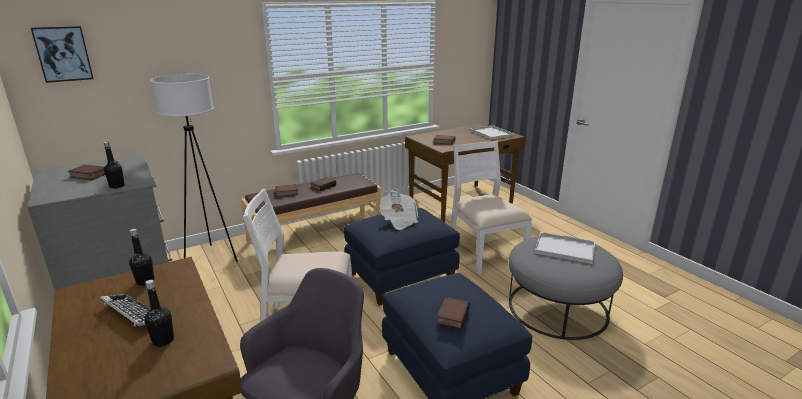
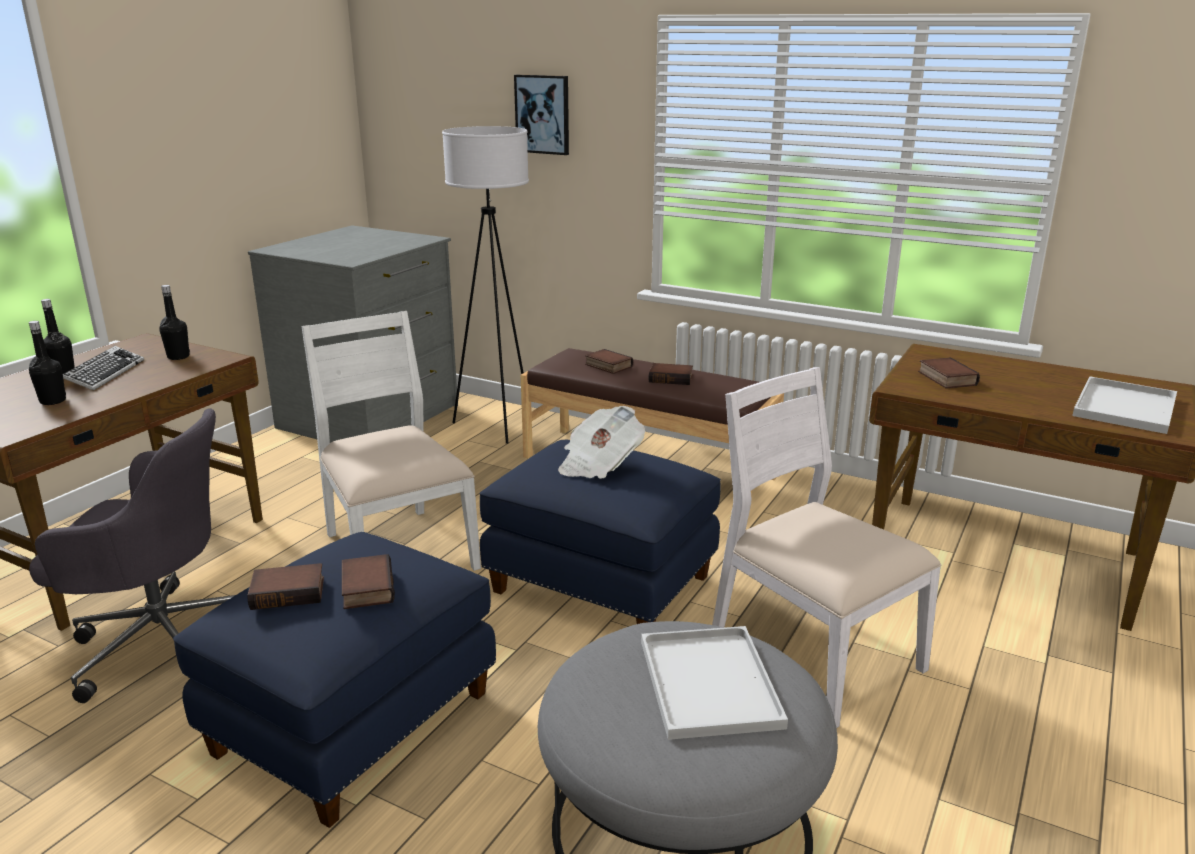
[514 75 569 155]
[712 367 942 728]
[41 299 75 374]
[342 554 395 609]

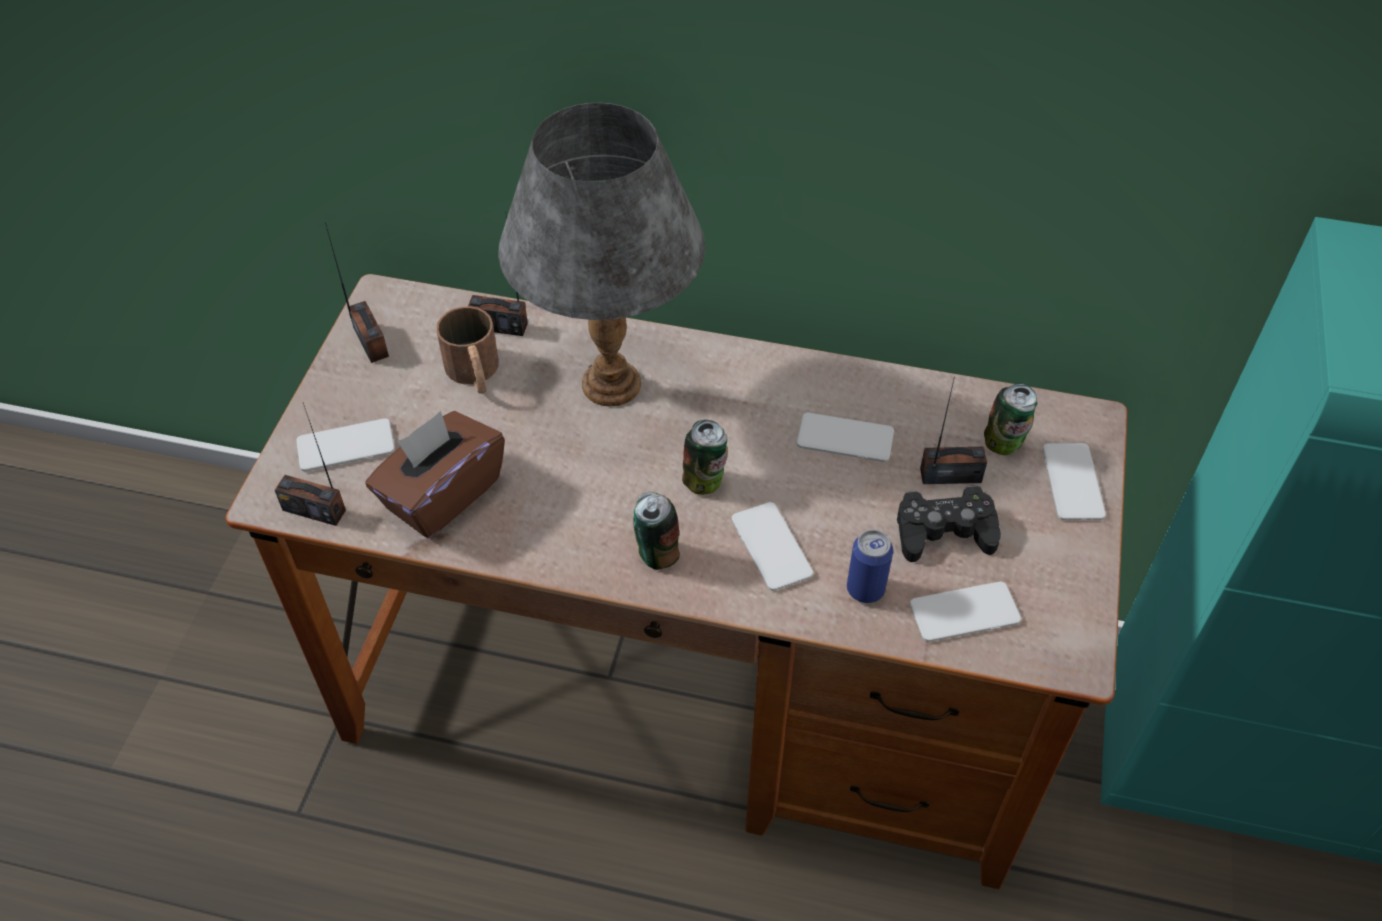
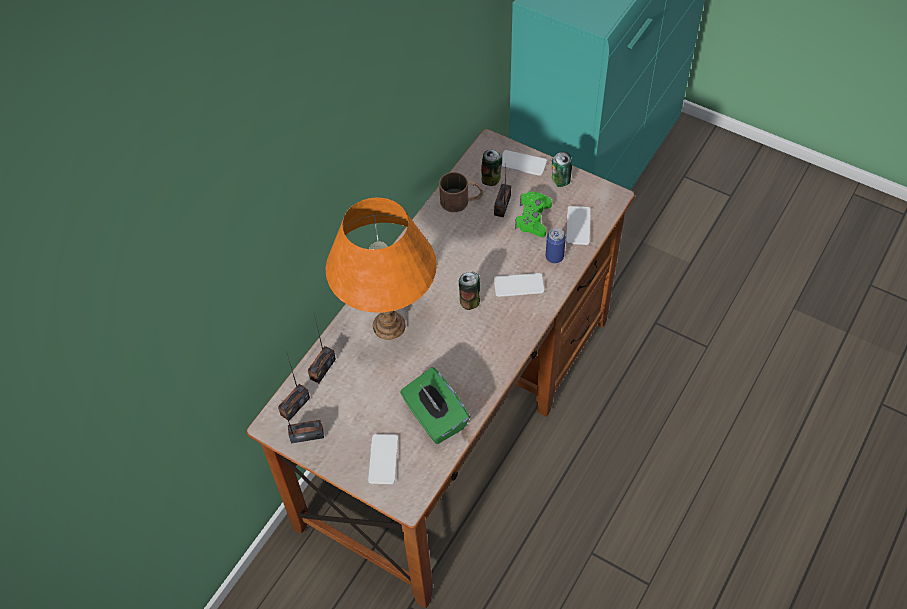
[325 198 437 340]
[439 172 483 212]
[278 354 310 421]
[400 367 470 444]
[797 412 894 462] (first image)
[515 191 552 237]
[552 152 572 187]

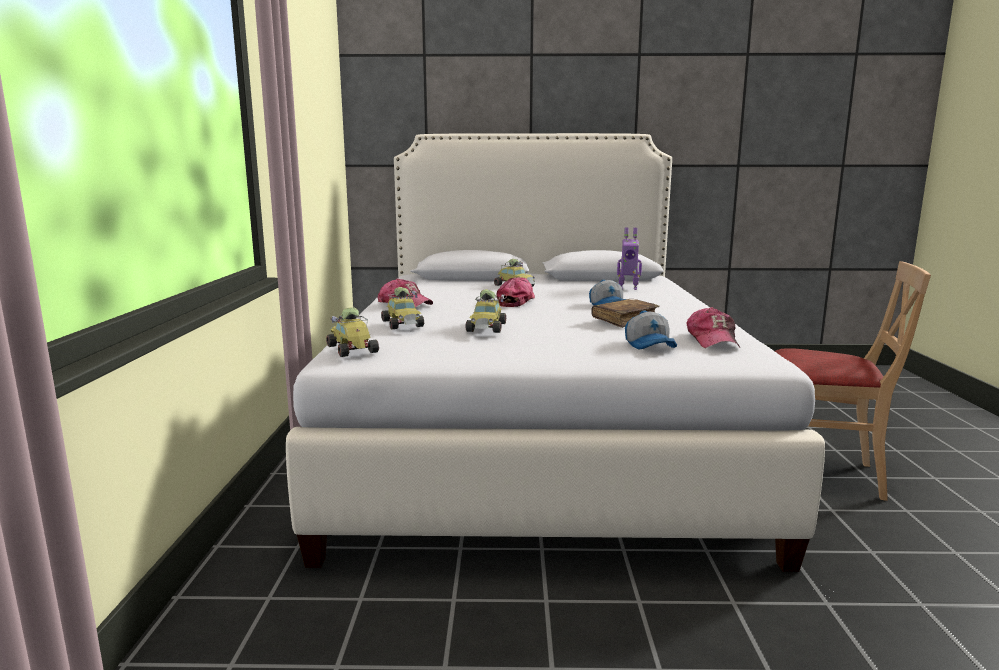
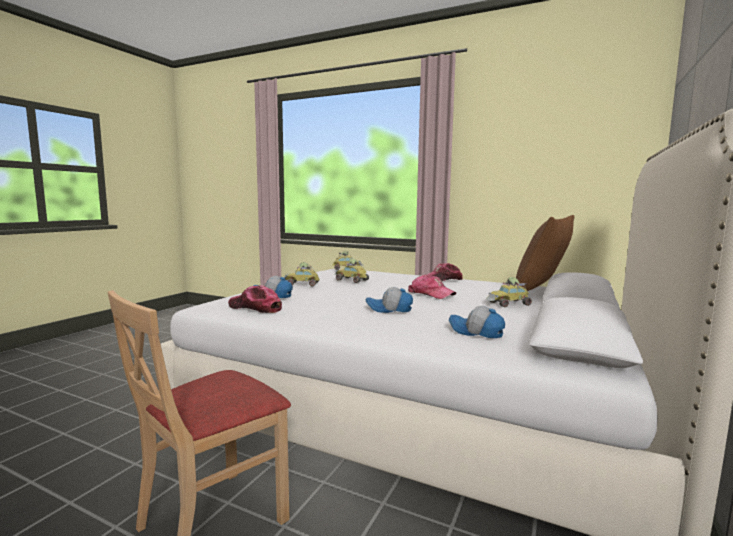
[449 306 505 338]
[284 262 320 287]
[591 299 660 328] (first image)
[515 215 574 291]

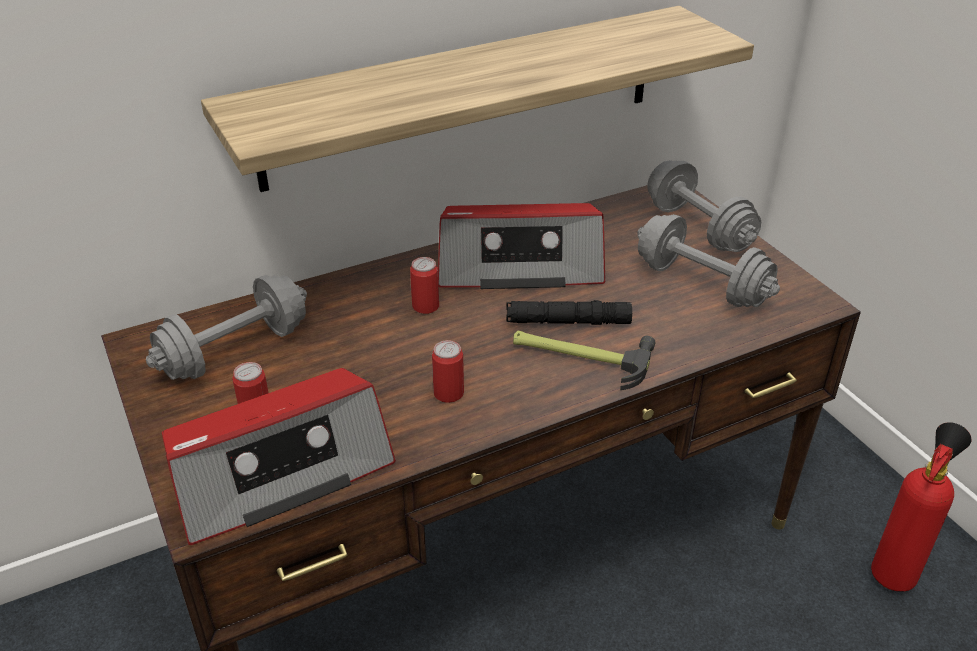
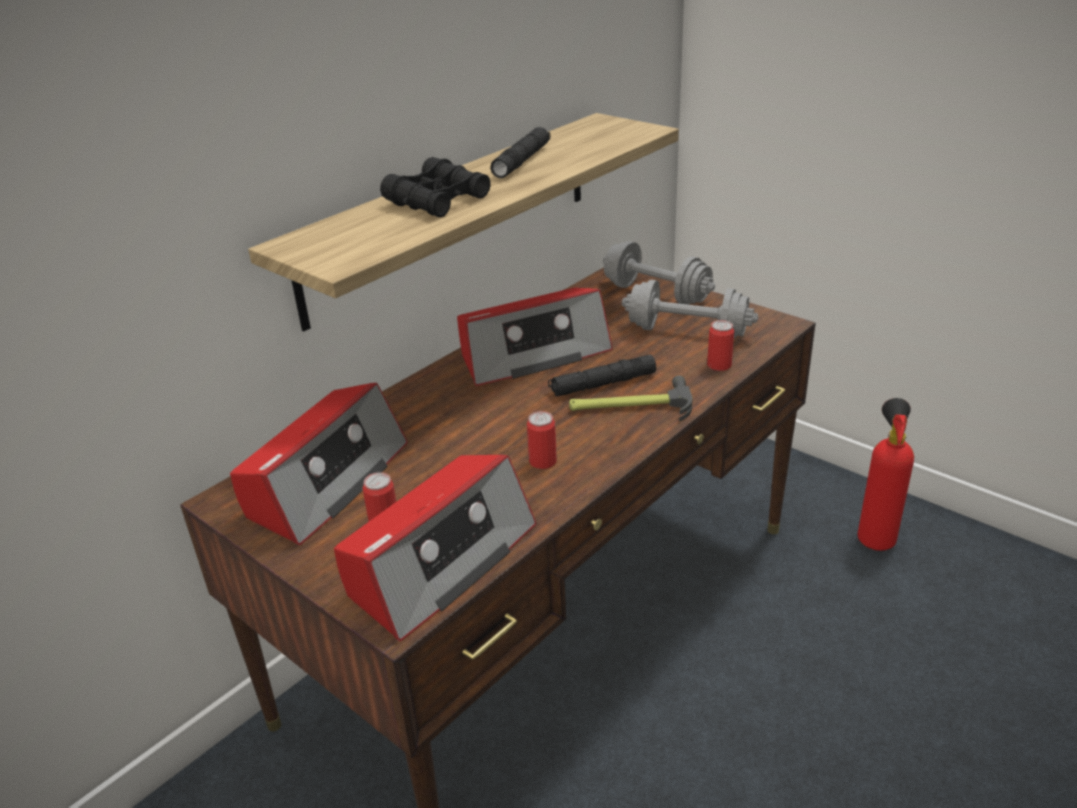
[707 320 734 371]
[230 383 408 545]
[490 127 551 178]
[380 157 491 218]

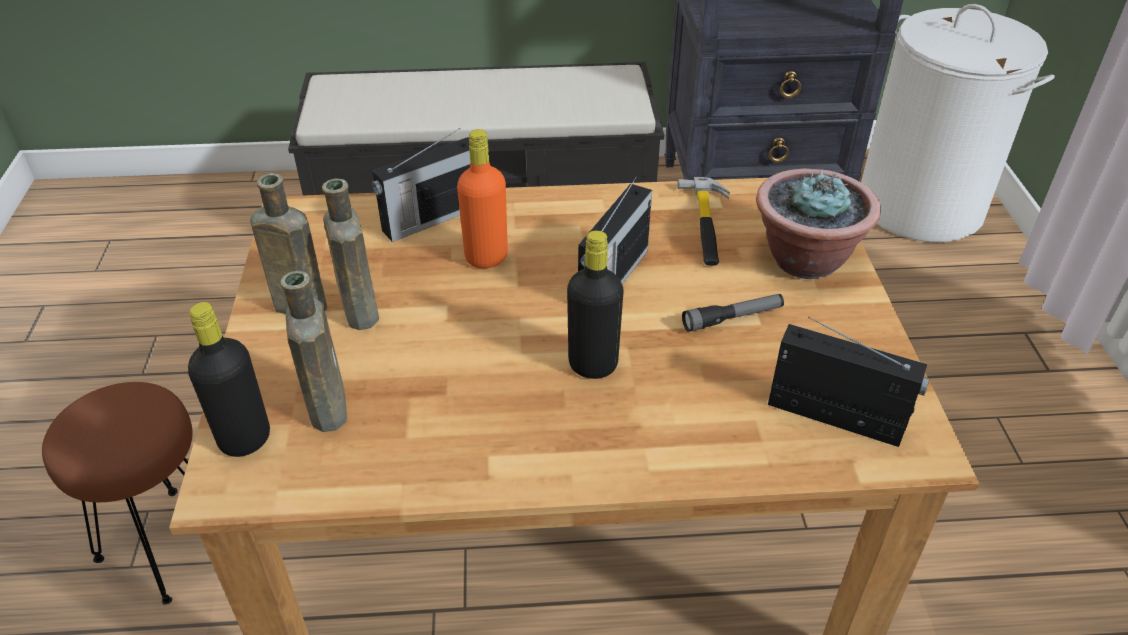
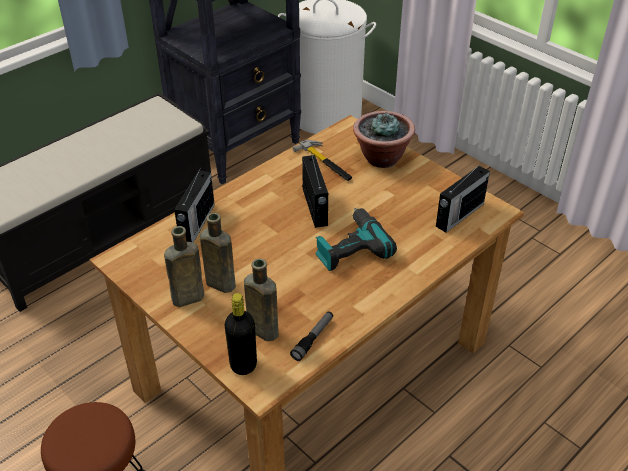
[457 129 508 268] (first image)
[315 208 397 271]
[290 311 333 361]
[436 162 490 233]

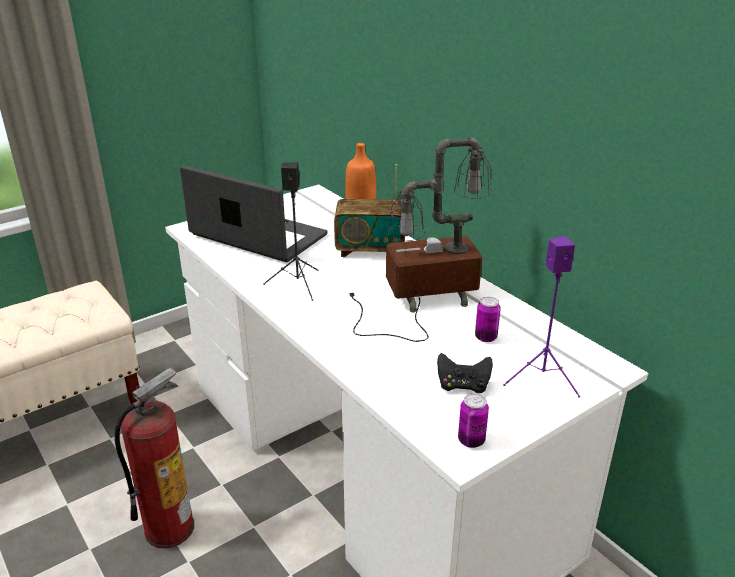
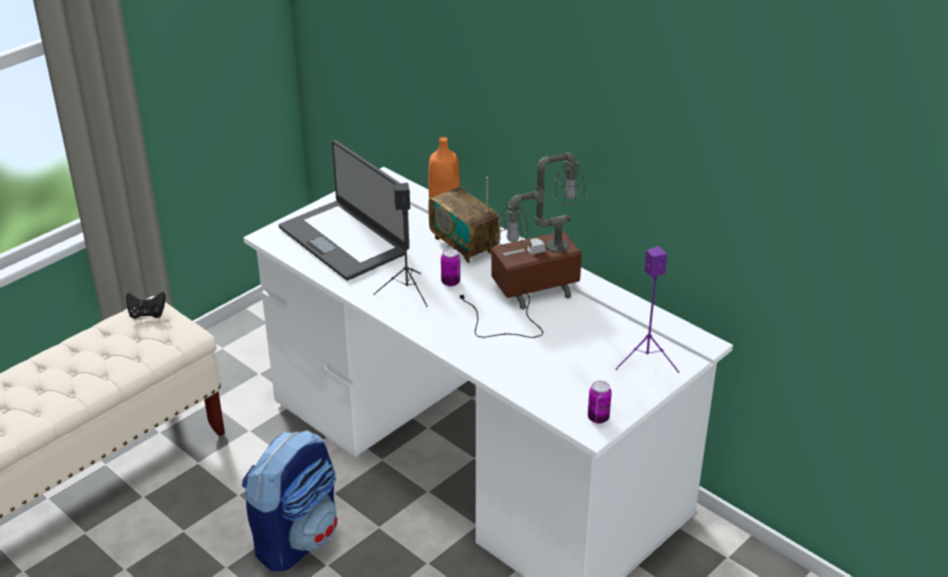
[428 177 500 263]
[279 140 409 281]
[441 248 460 287]
[126 291 166 319]
[242 430 337 572]

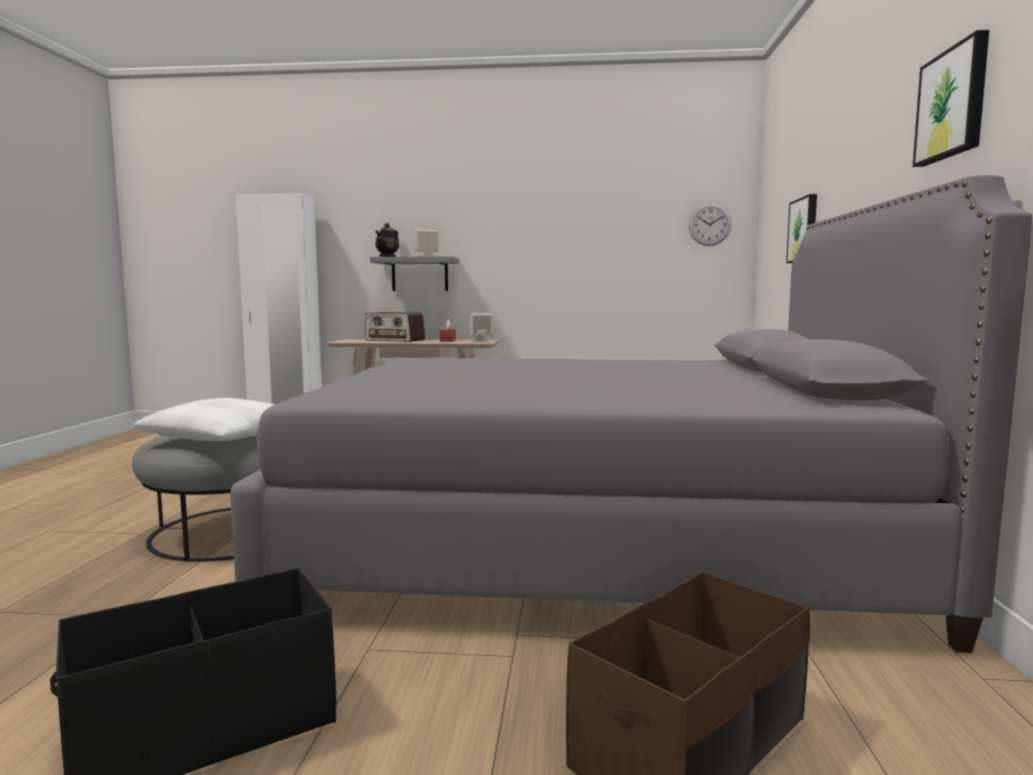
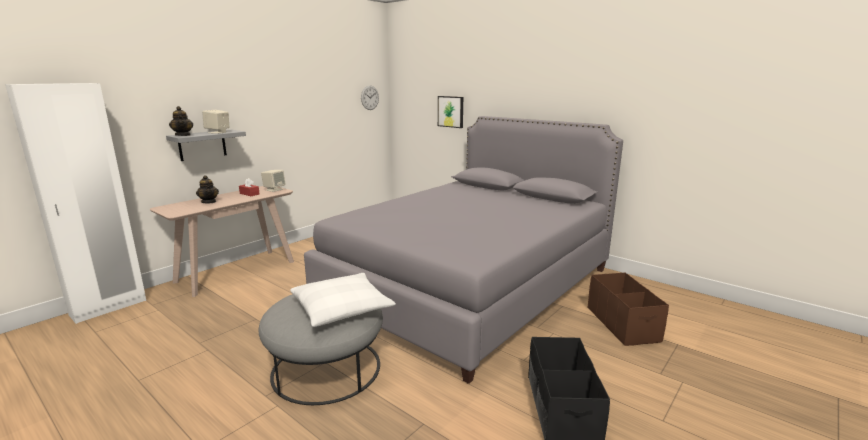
[913 30 989 167] (first image)
[196 175 219 203]

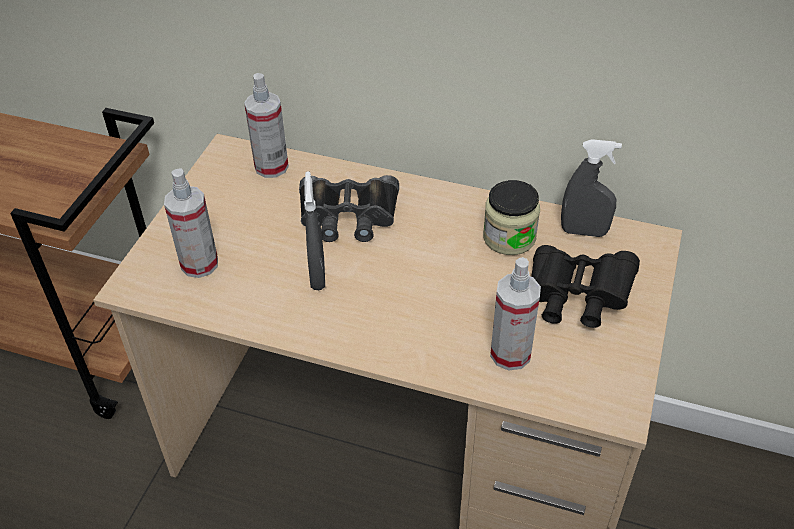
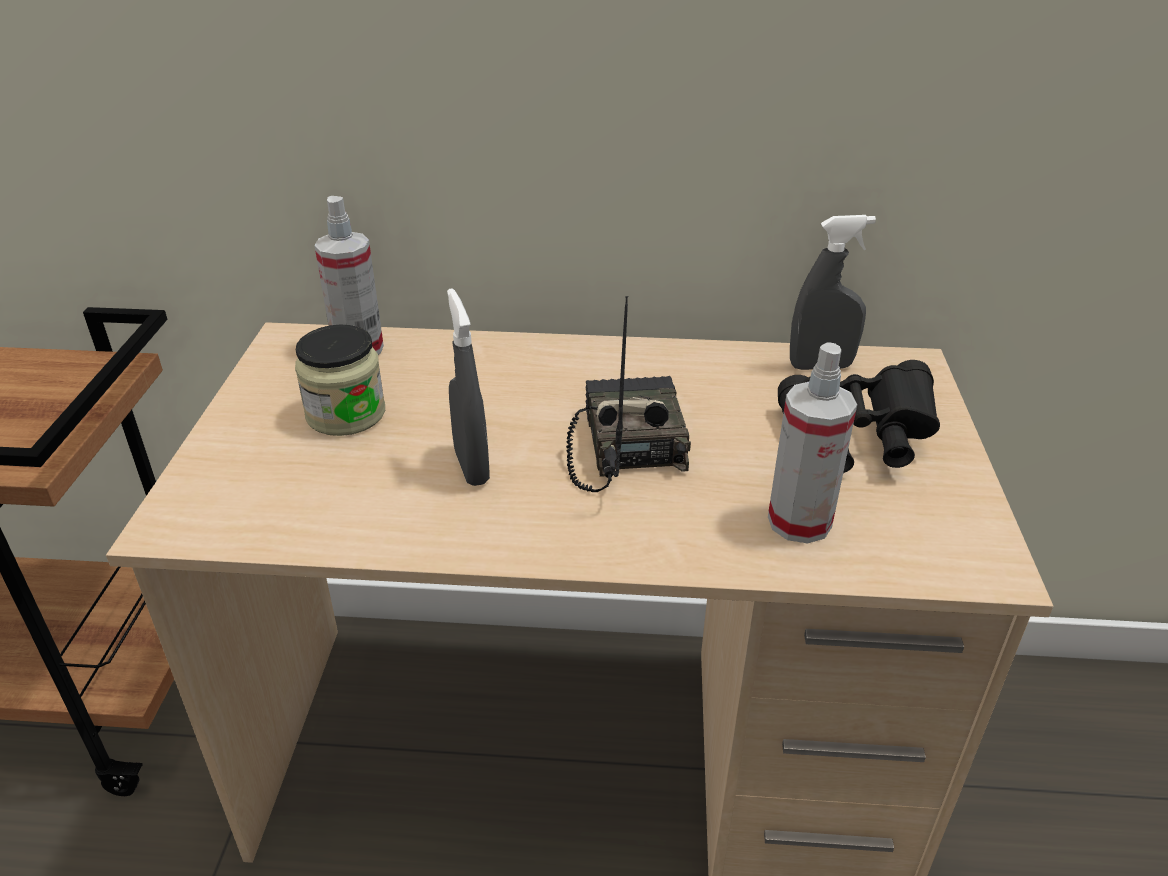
[164 169 218 278] (first image)
[299 175 399 242] (first image)
[295 325 385 436]
[566 296 691 492]

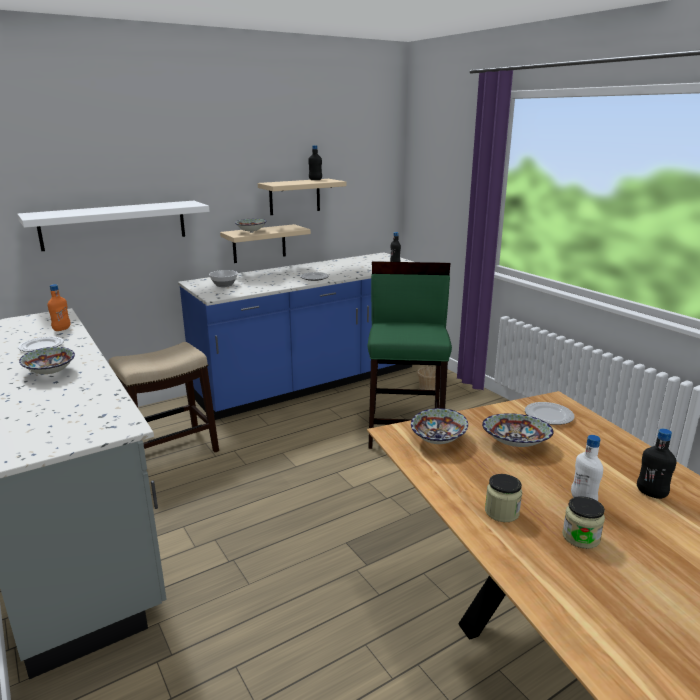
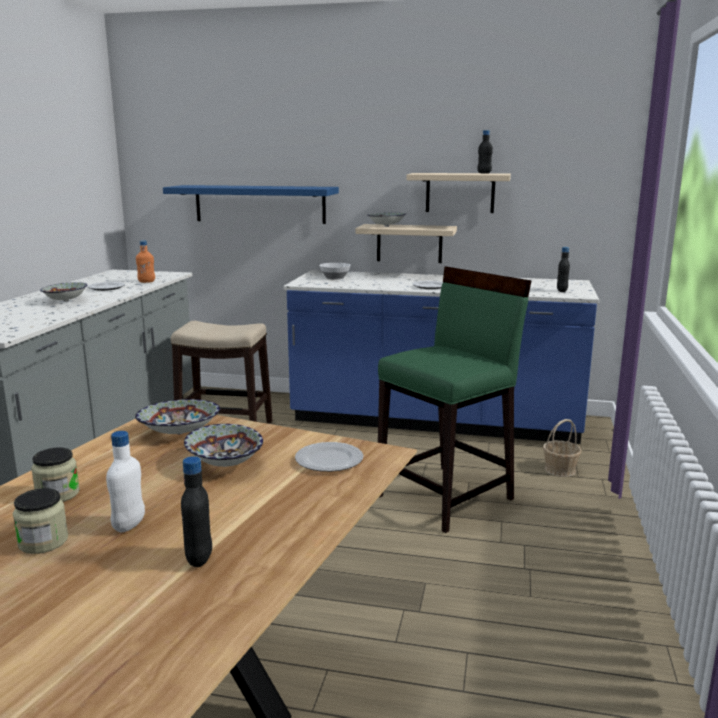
[163 185 339 224]

